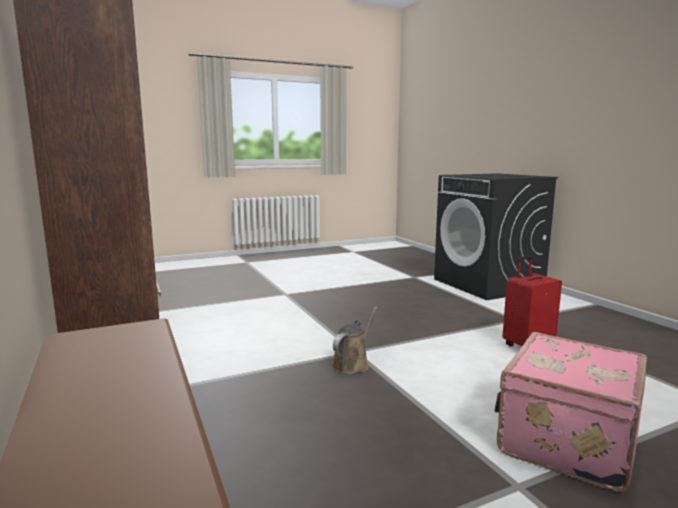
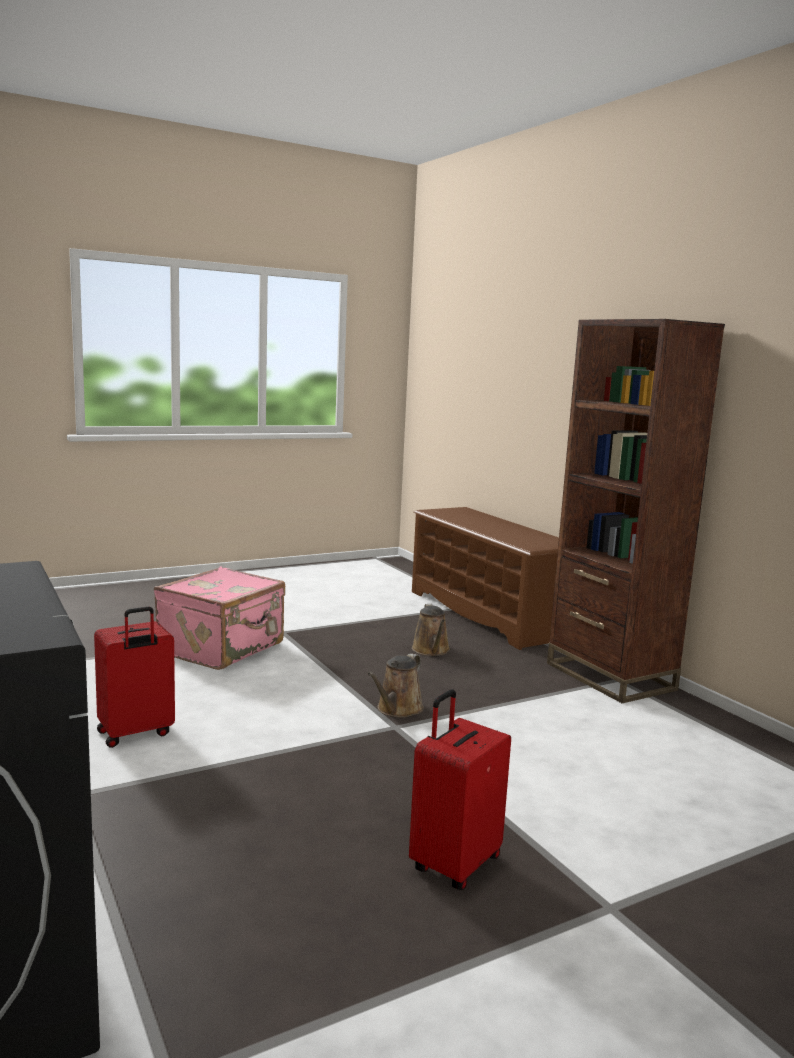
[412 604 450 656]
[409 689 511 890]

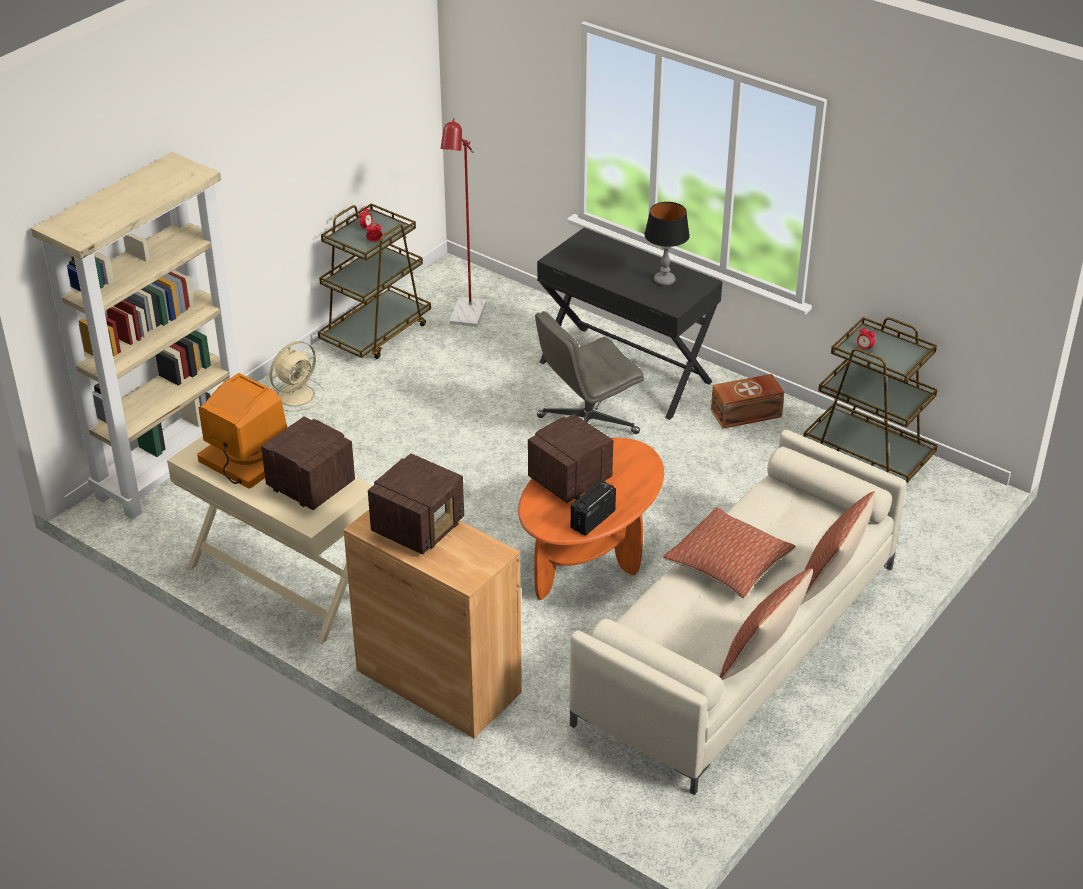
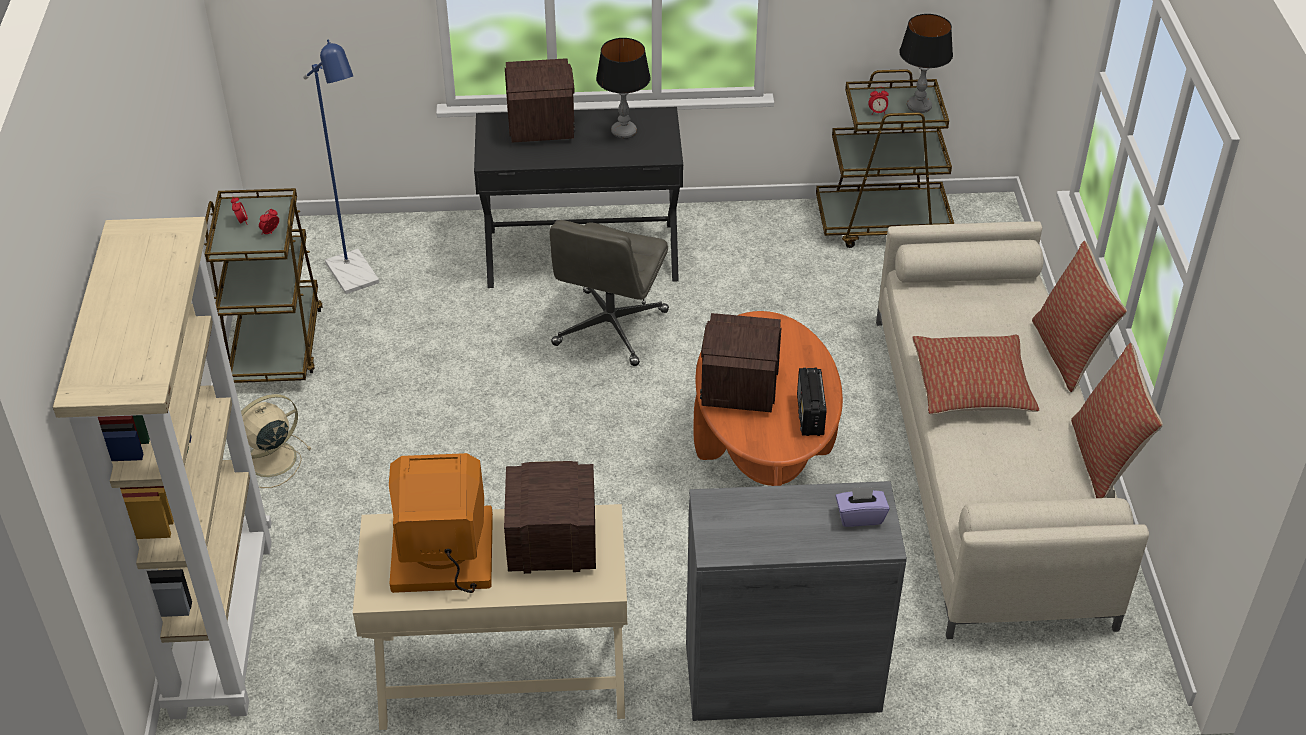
[303 39 379 294]
[241 394 311 488]
[711 374 784 429] (first image)
[505 58 575 143]
[686 481 907 721]
[899 14 953 113]
[835 487 890 527]

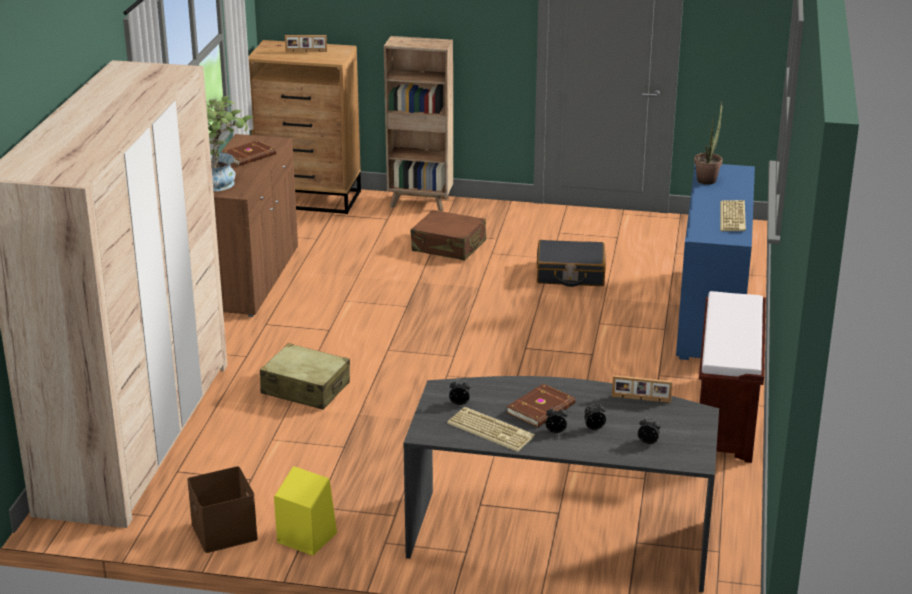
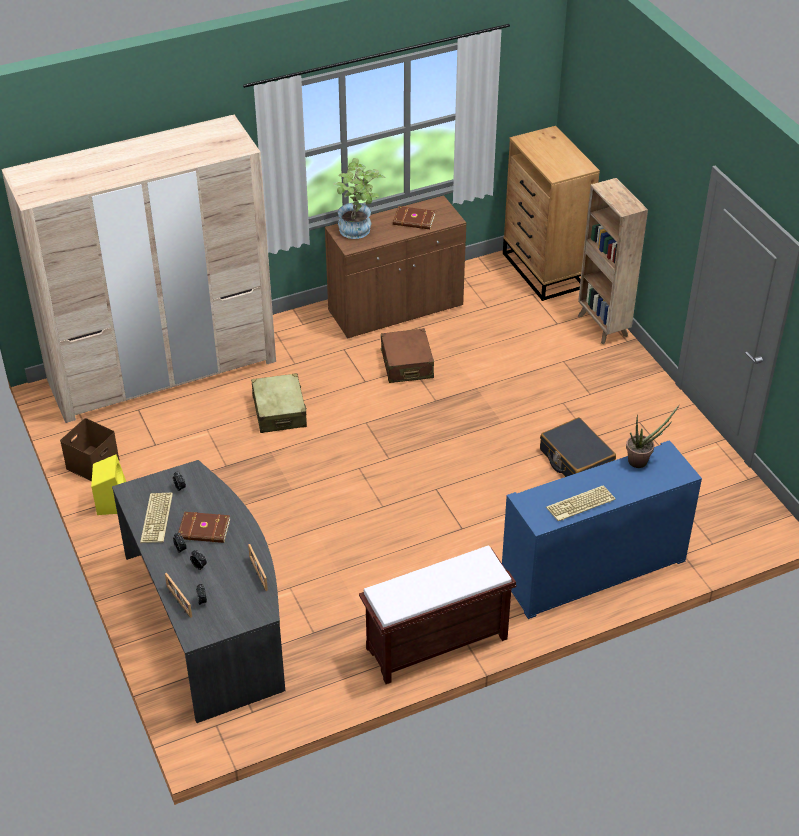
[165 573 192 618]
[381 328 434 383]

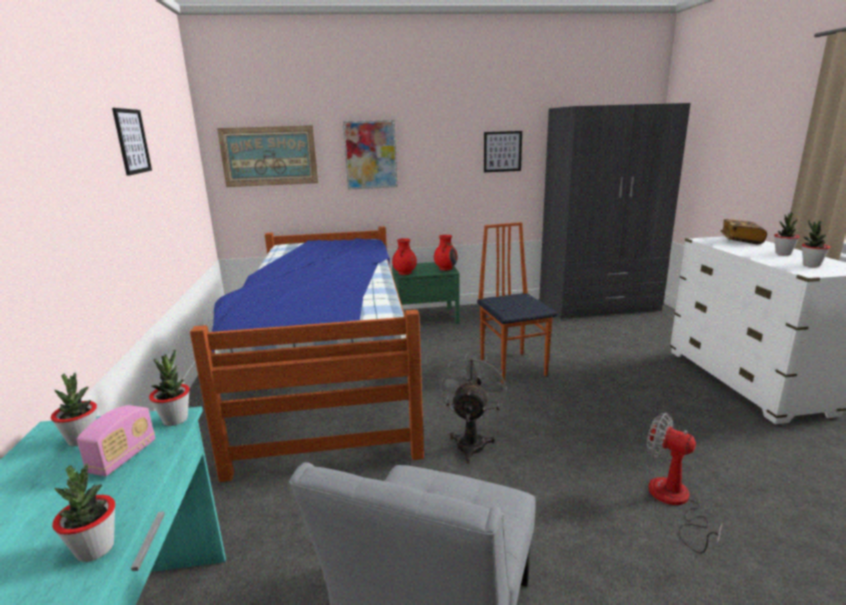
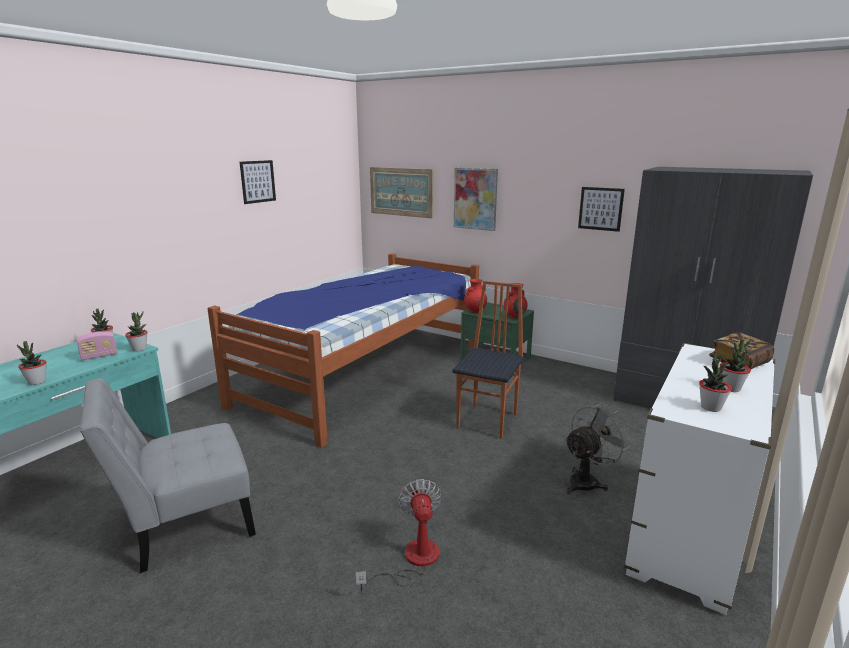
[565 403 631 494]

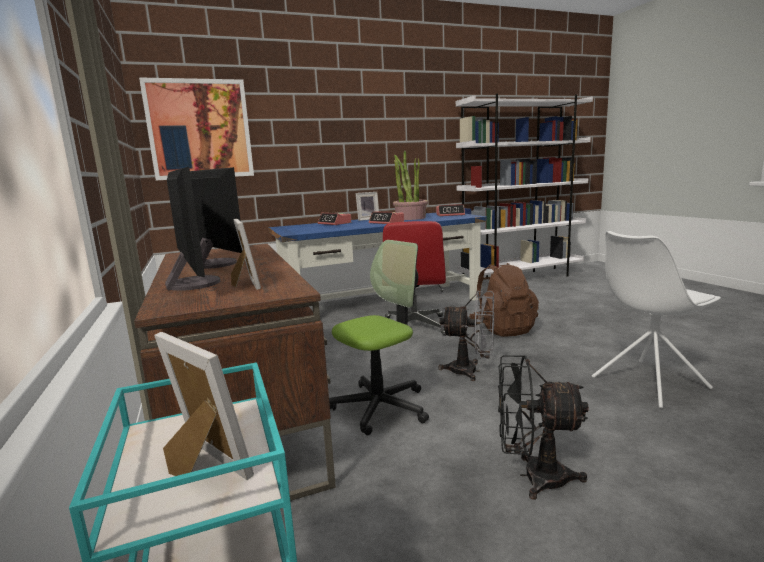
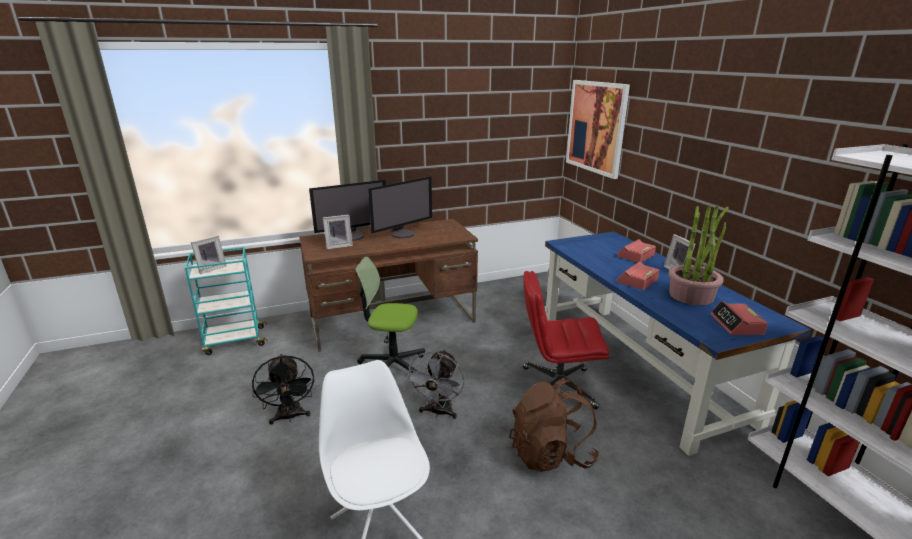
[355 257 425 373]
[252 354 314 424]

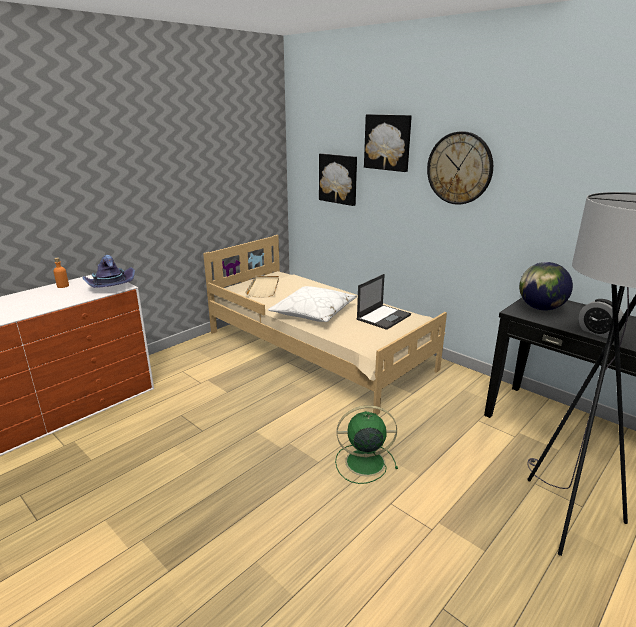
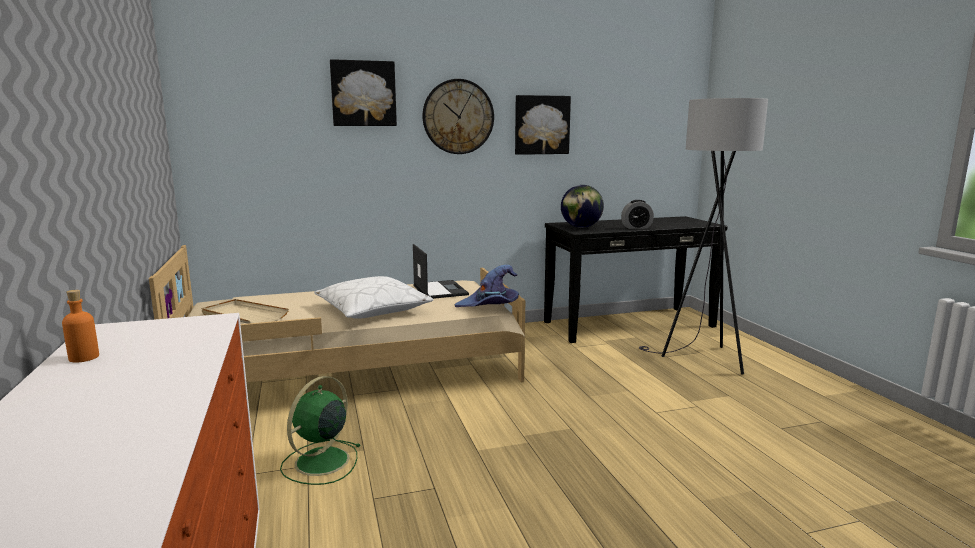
[515 95 571 155]
[455 265 519 307]
[280 376 361 485]

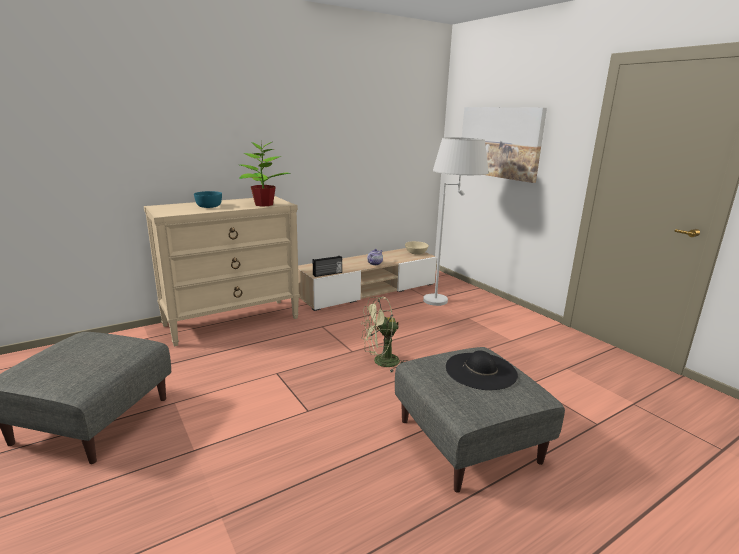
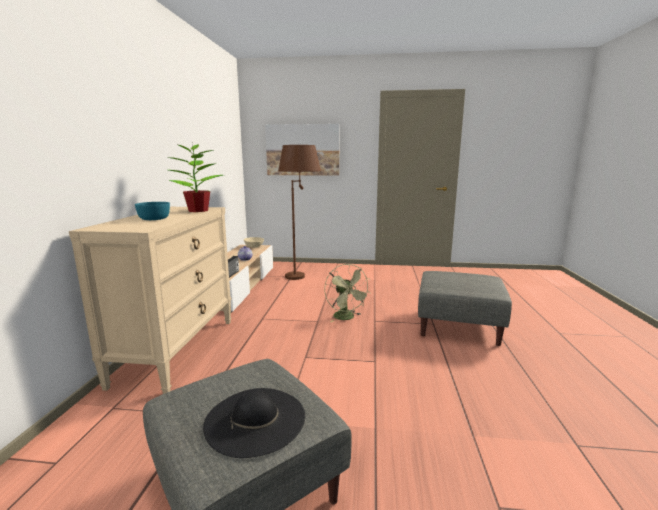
[278 145 321 280]
[324 264 371 322]
[203 388 305 458]

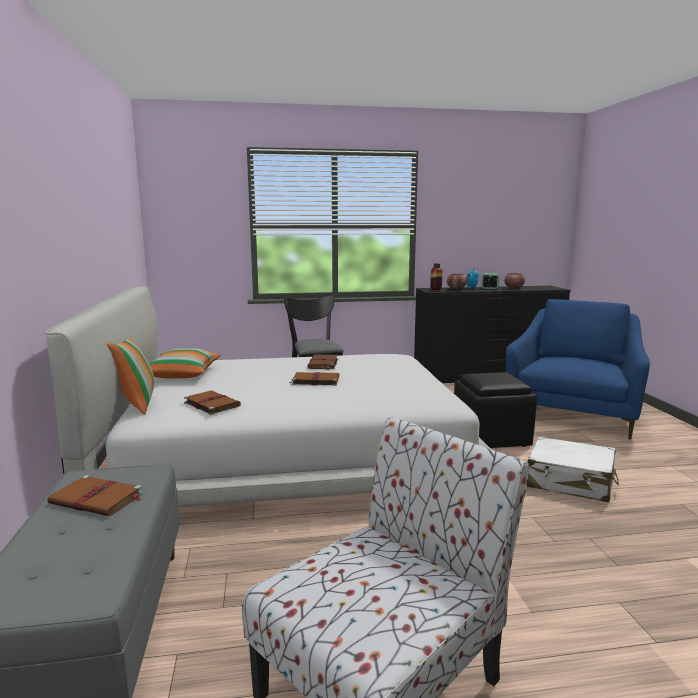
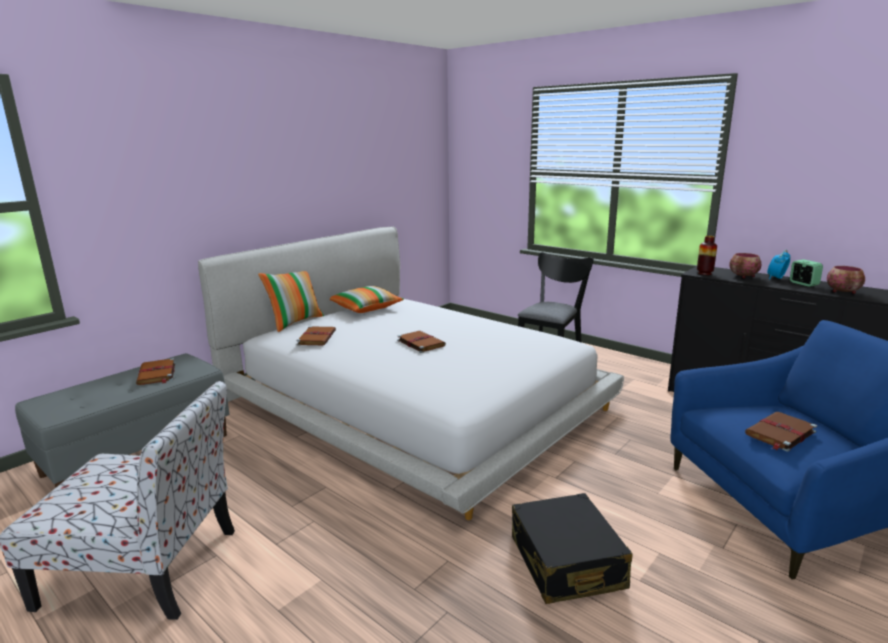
[745 412 817 452]
[454 372 537 448] (first image)
[512 493 632 604]

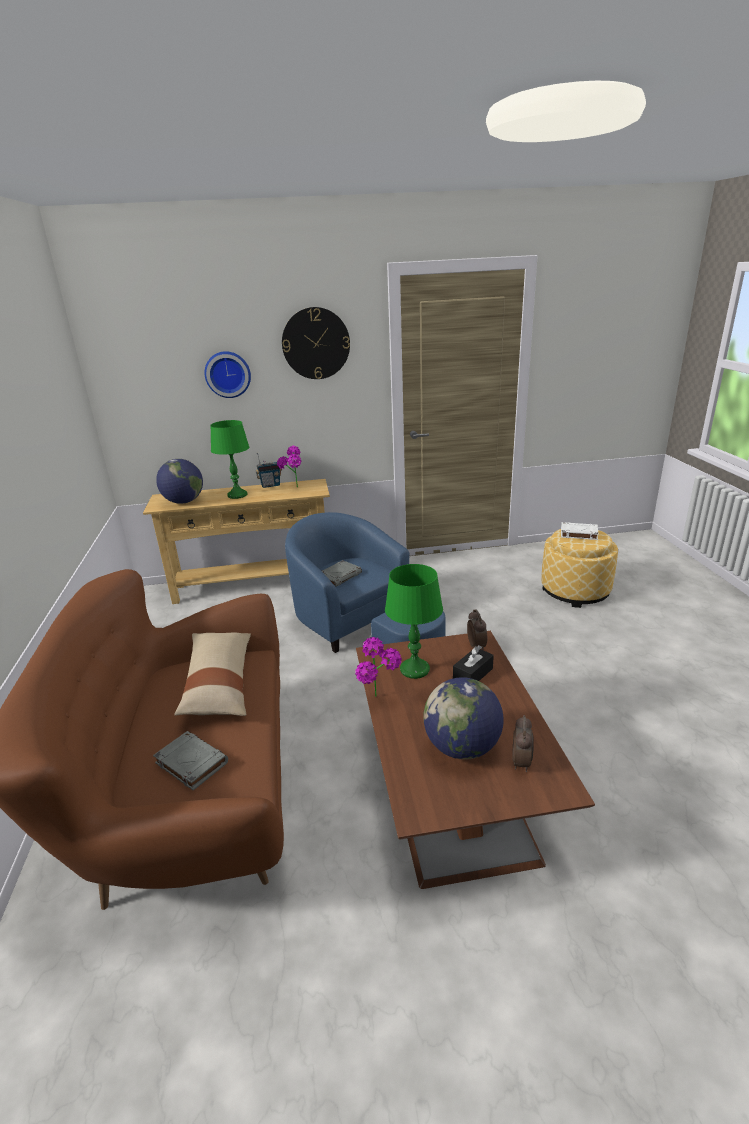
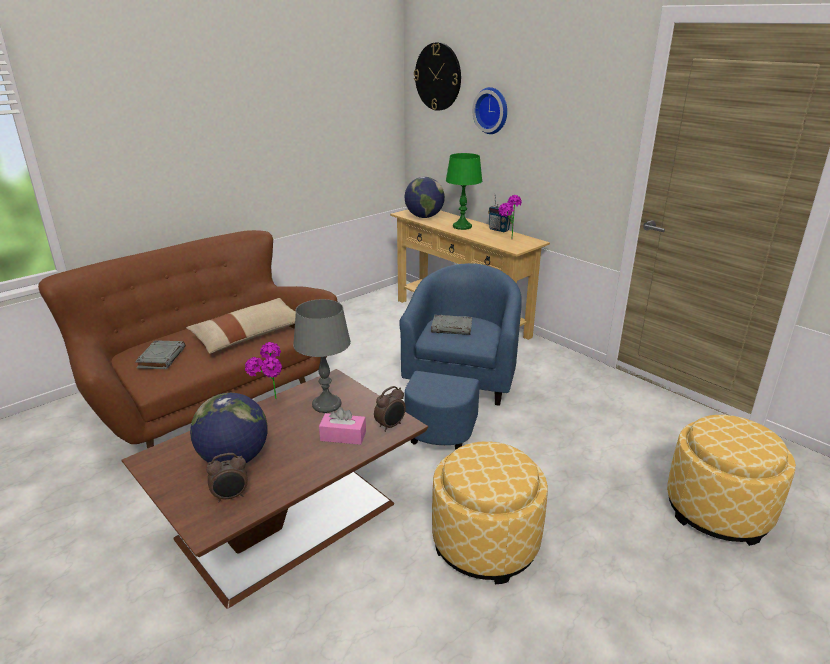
[414 42 461 111]
[561 522 599 540] (first image)
[293 299 351 413]
[319 407 366 445]
[432 441 548 584]

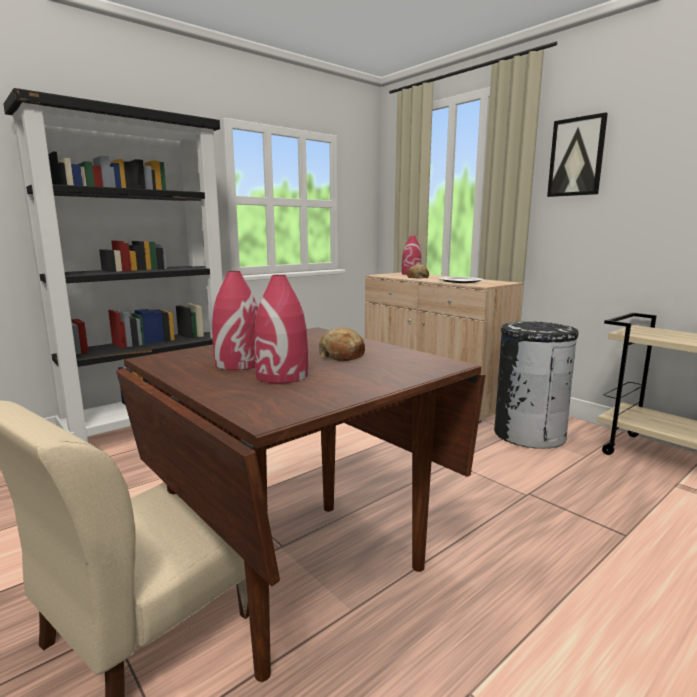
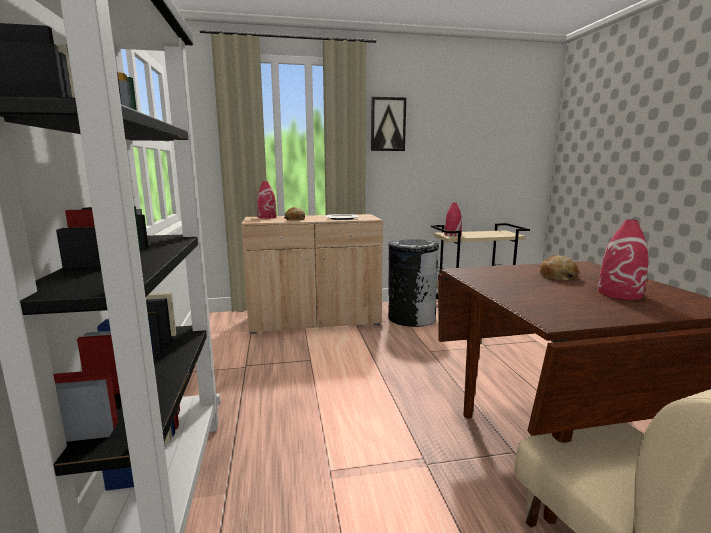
[444 203 462 236]

